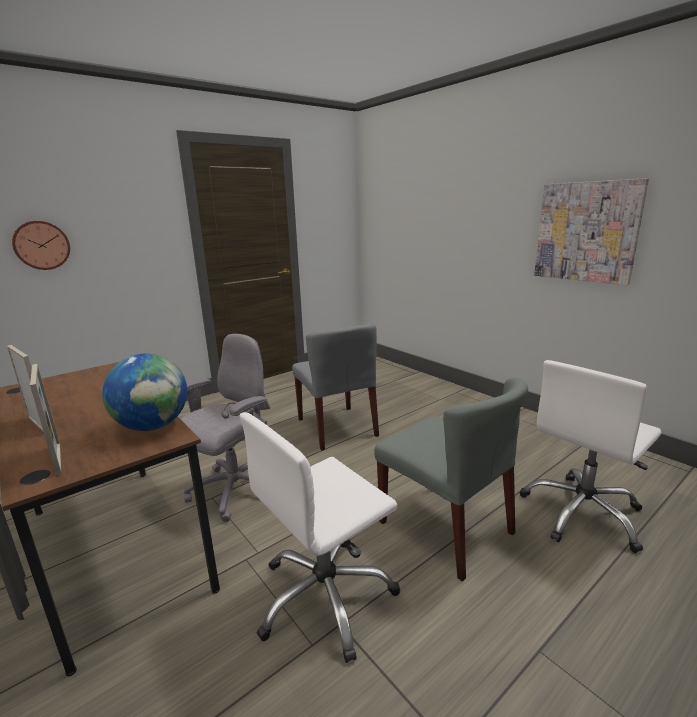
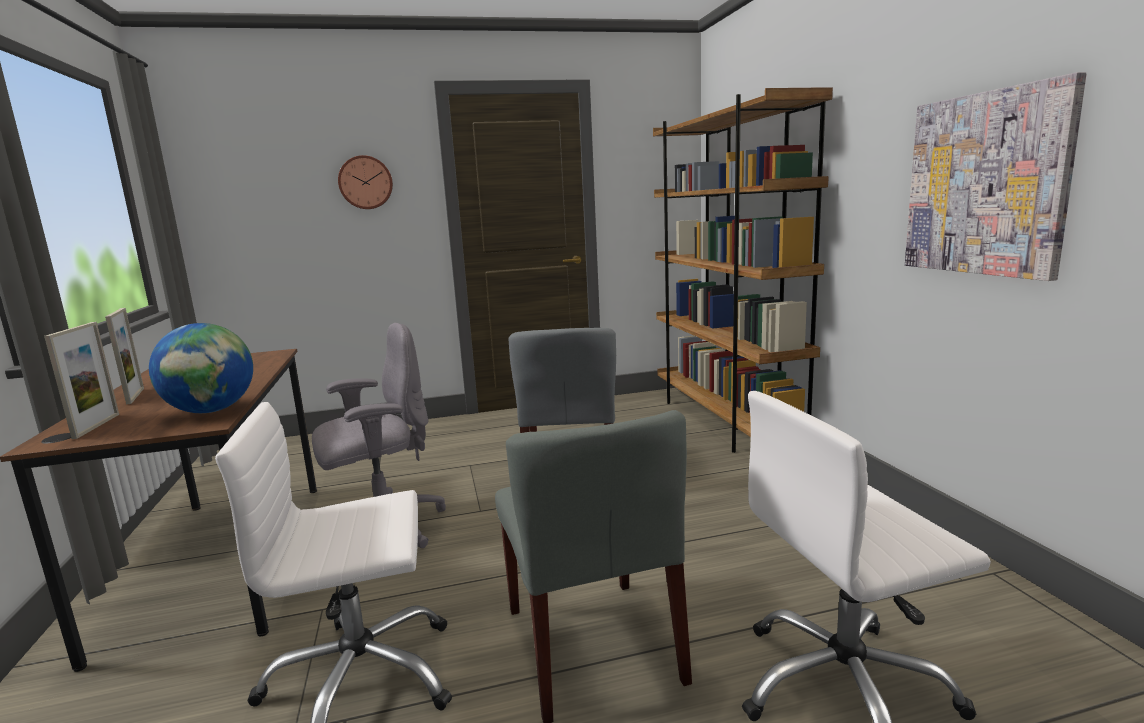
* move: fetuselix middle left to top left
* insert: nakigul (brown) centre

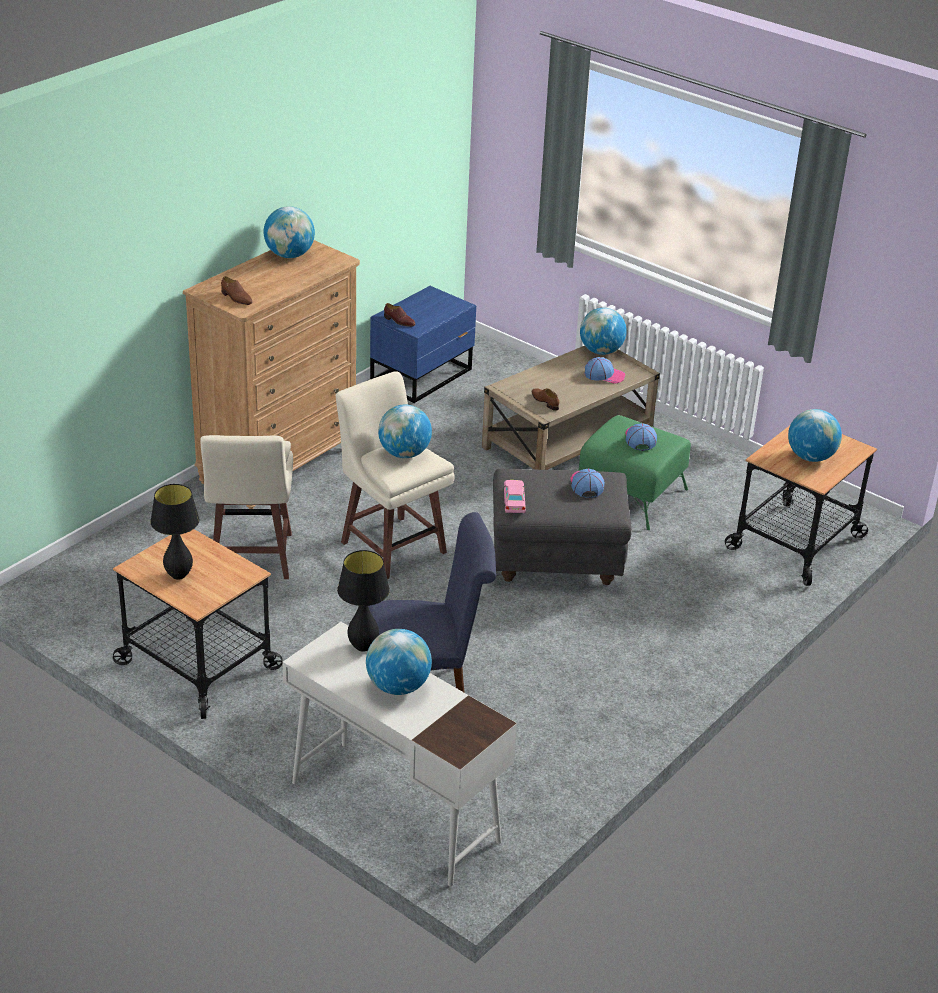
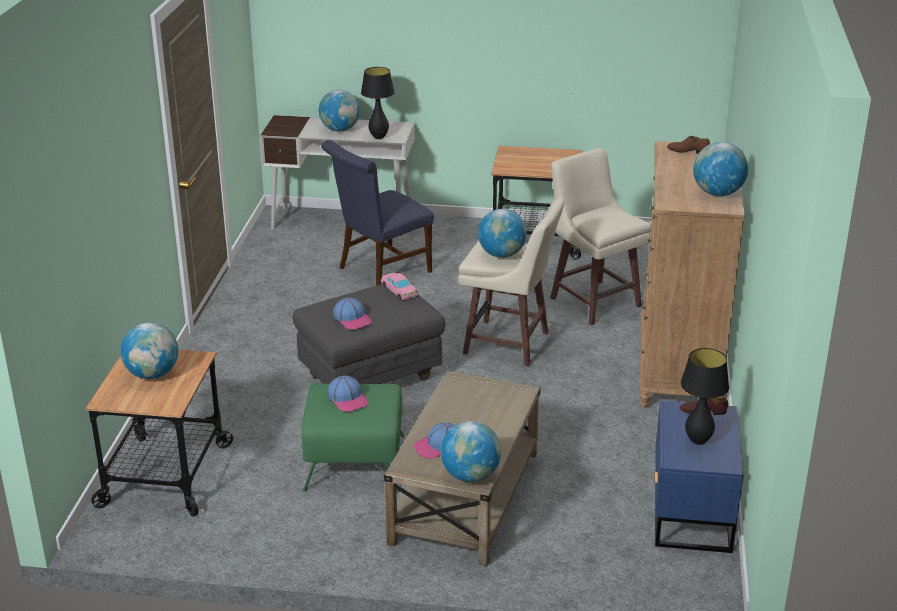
* move: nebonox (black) (1st from left in the first image) middle left to nebonox (black) (2nd from left) middle right
* delete: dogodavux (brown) (3rd from left) centre

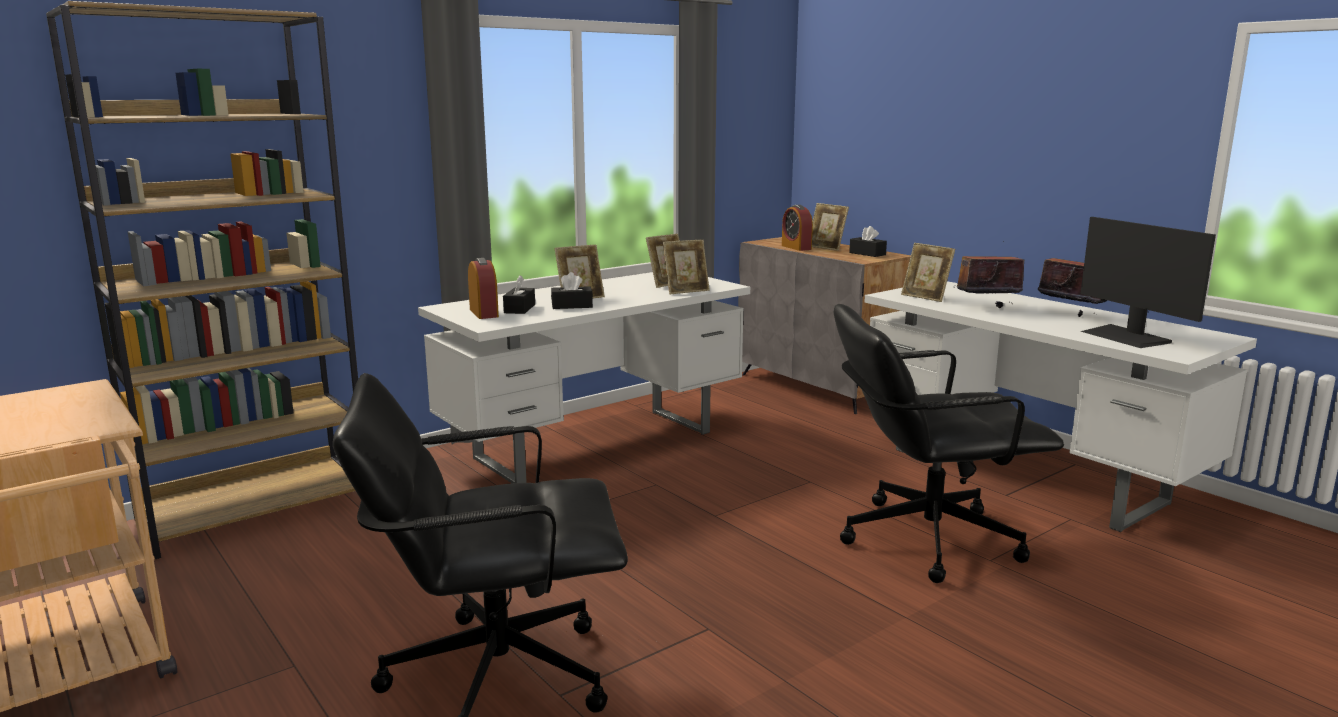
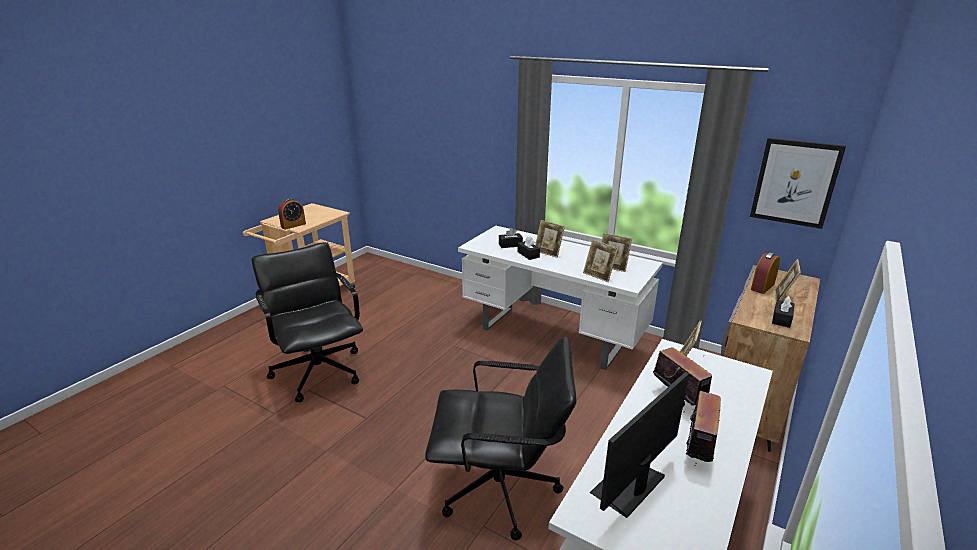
* delete: nakigul (brown) middle left
* move: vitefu (1st from left) centre to middle left
* rotate: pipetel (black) (2nd from left) middle right = bottom centre 120 degrees clockwise
* insert: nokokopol top right

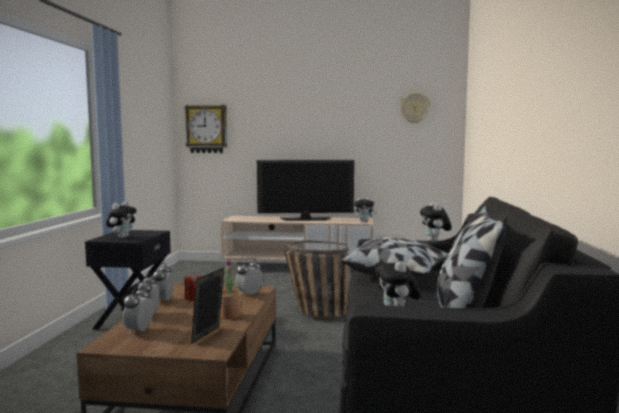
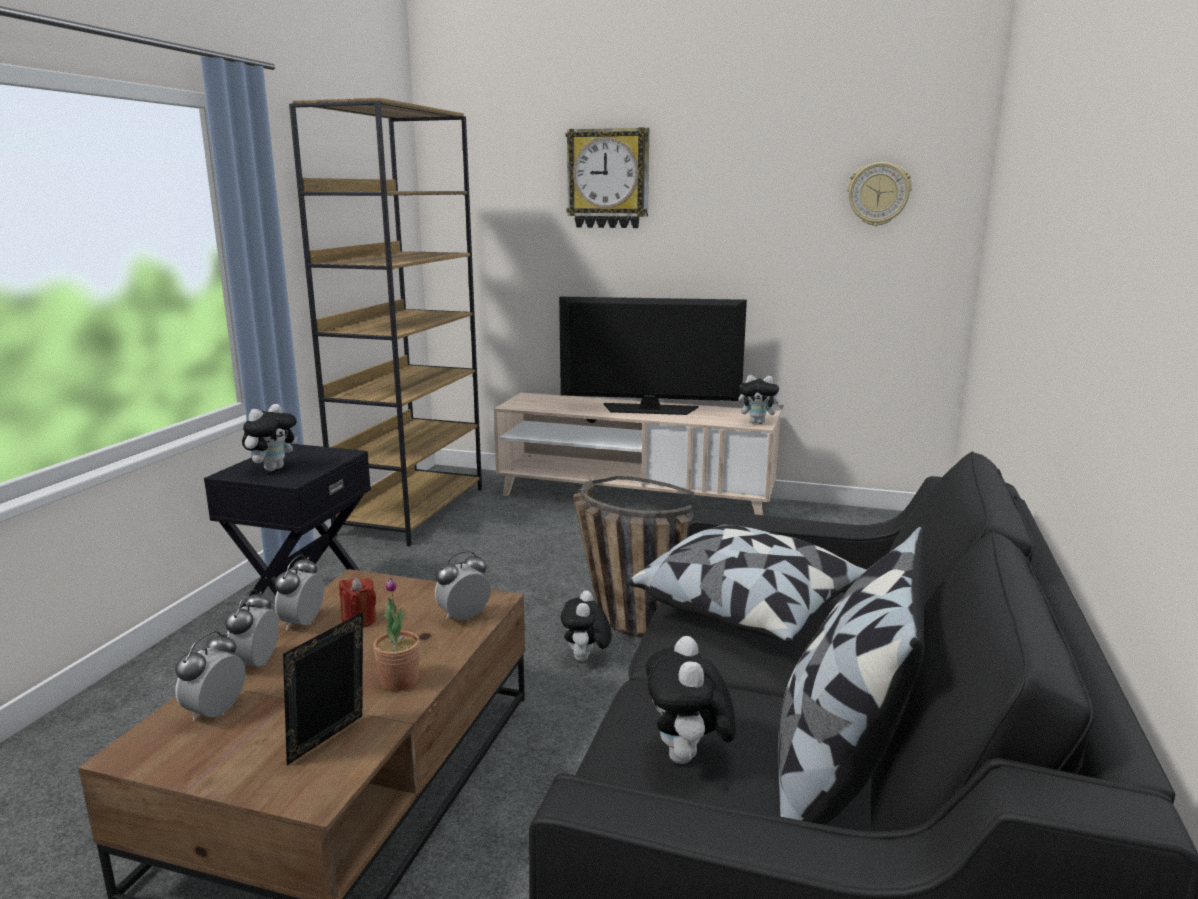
* move: fetuselix (1st from left) top left to top centre
* move: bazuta (4th from left in the first image) middle right to bazuta (2nd from left) bottom centre
* insert: nakigul (brown) middle left

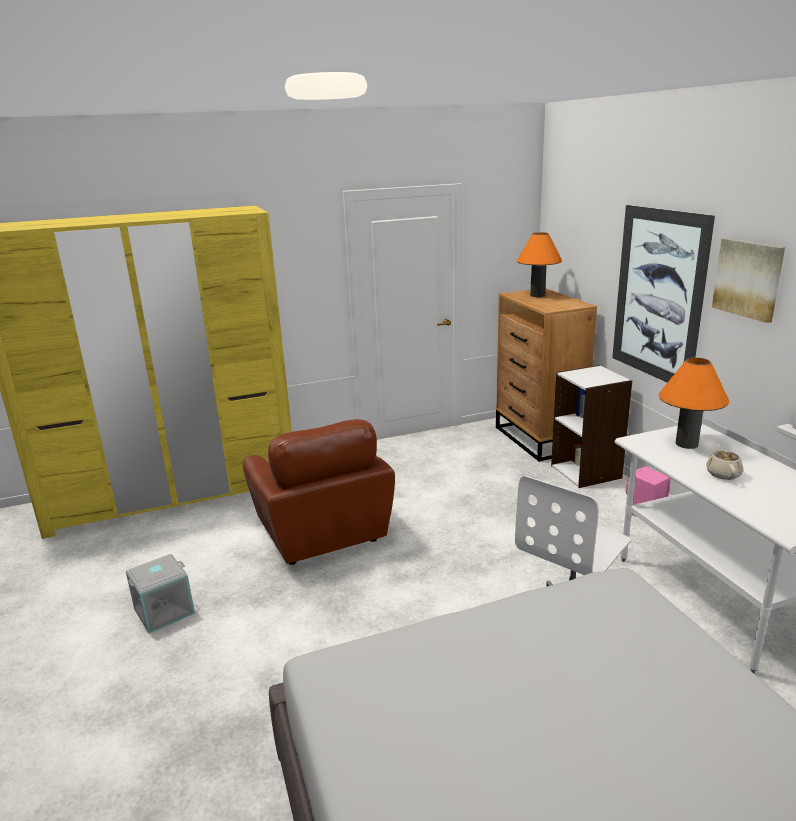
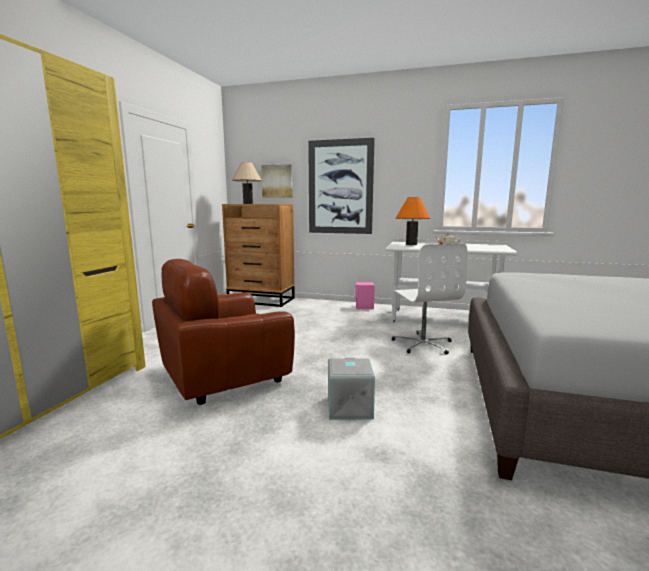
* move: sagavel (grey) bottom left to bottom centre
* rotate: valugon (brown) centre = centre 135 degrees clockwise
* recolor: nebonox (orange) (1st from left) top right to nebonox (beige) top centre
* delete: nakigul (white) middle right
* move: nokokopol (2nd from left in the first image) middle right to nokokopol (1st from left) top centre

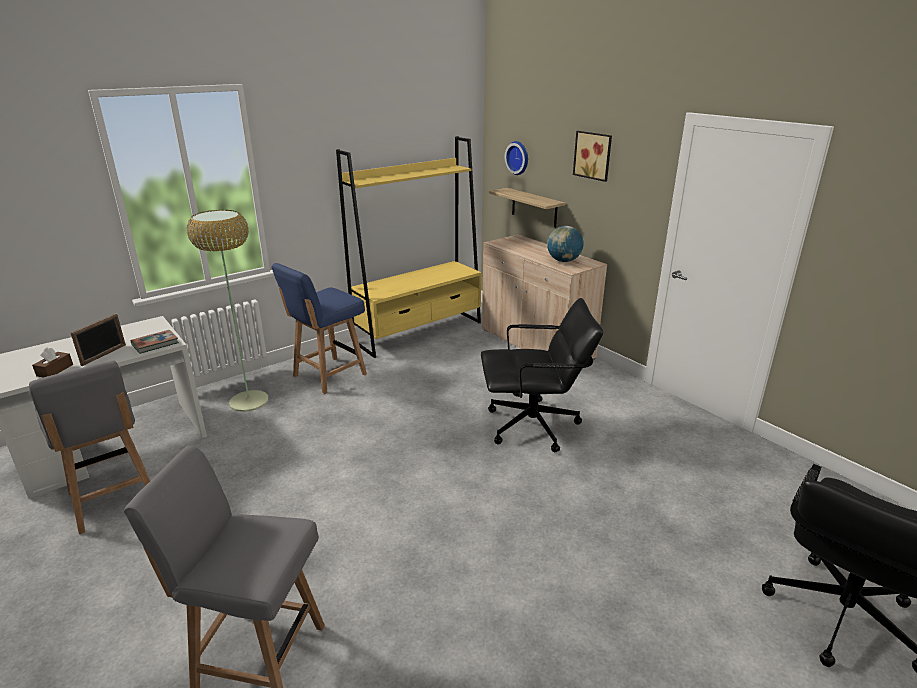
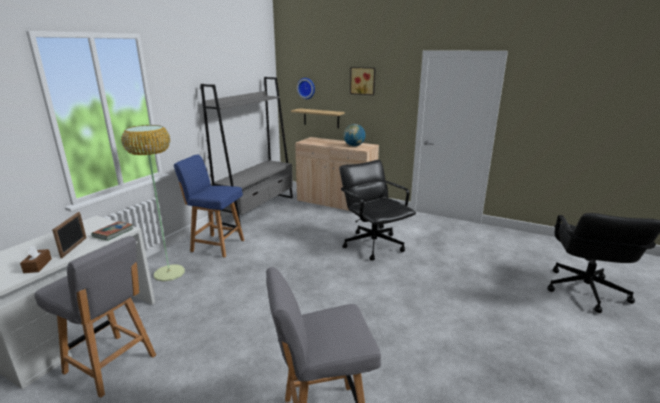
* rotate: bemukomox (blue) centre = middle left 90 degrees clockwise
* recolor: nakigul (yellow) centre to nakigul (grey) centre
* rotate: pipetel (black) (1st from left) centre = centre 90 degrees counterclockwise

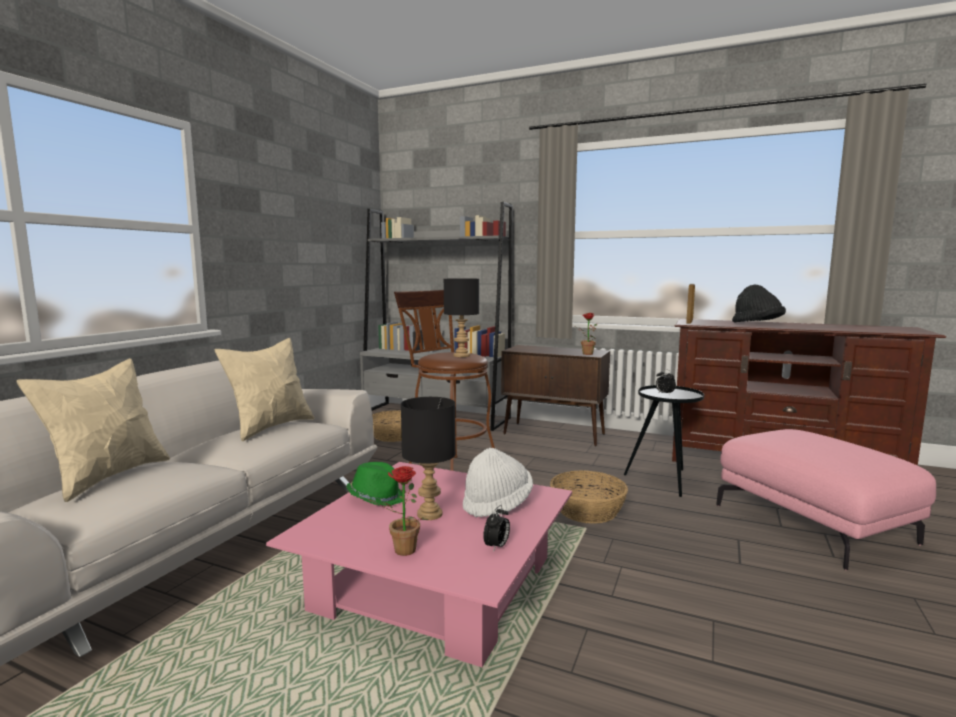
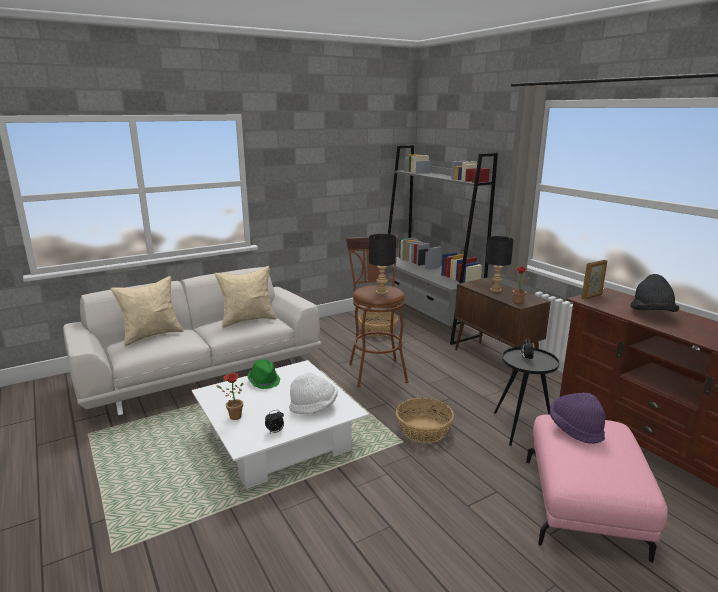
* recolor: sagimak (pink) bottom centre to sagimak (white) bottom centre
* move: nebonox (black) (1st from left in the first image) centre to nebonox (black) (2nd from left) middle right
* insert: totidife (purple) bottom right

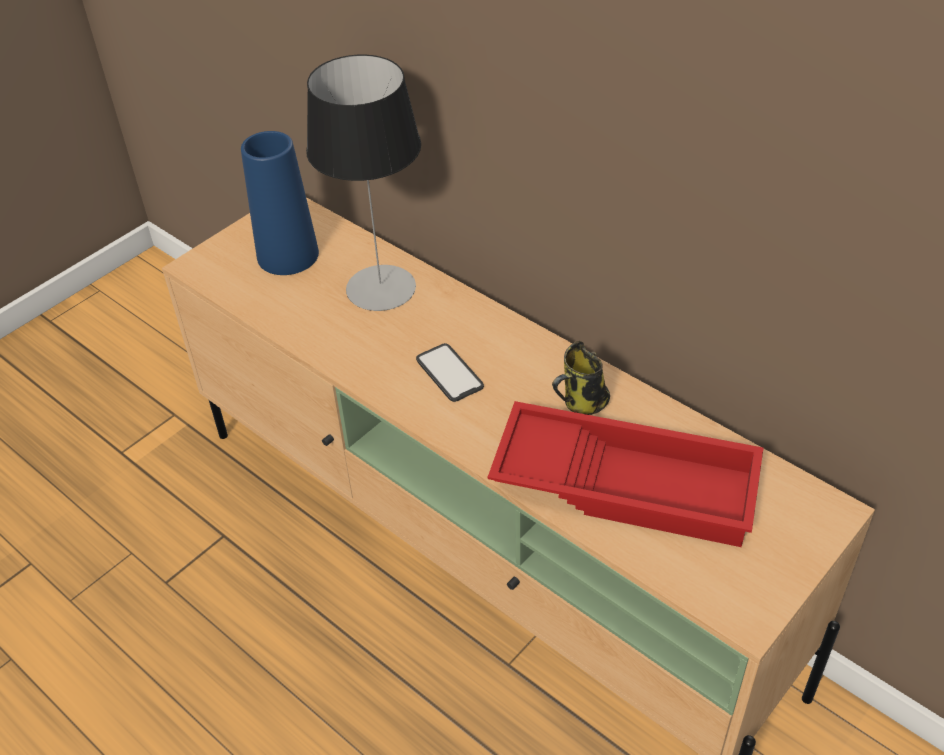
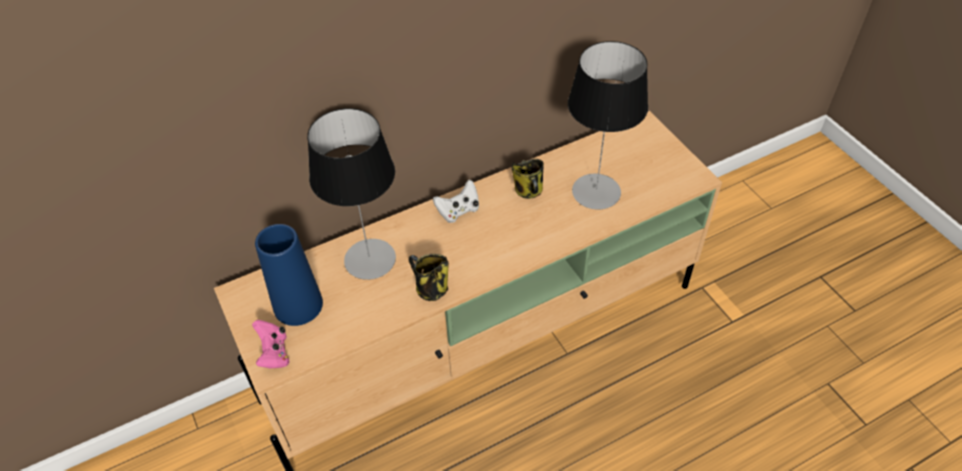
* delete: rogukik centre
* replace: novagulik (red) centre to nebonox (2nd from left) top centre
* insert: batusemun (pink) bottom left
* insert: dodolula (1st from left) centre
* insert: batusemun (white) centre

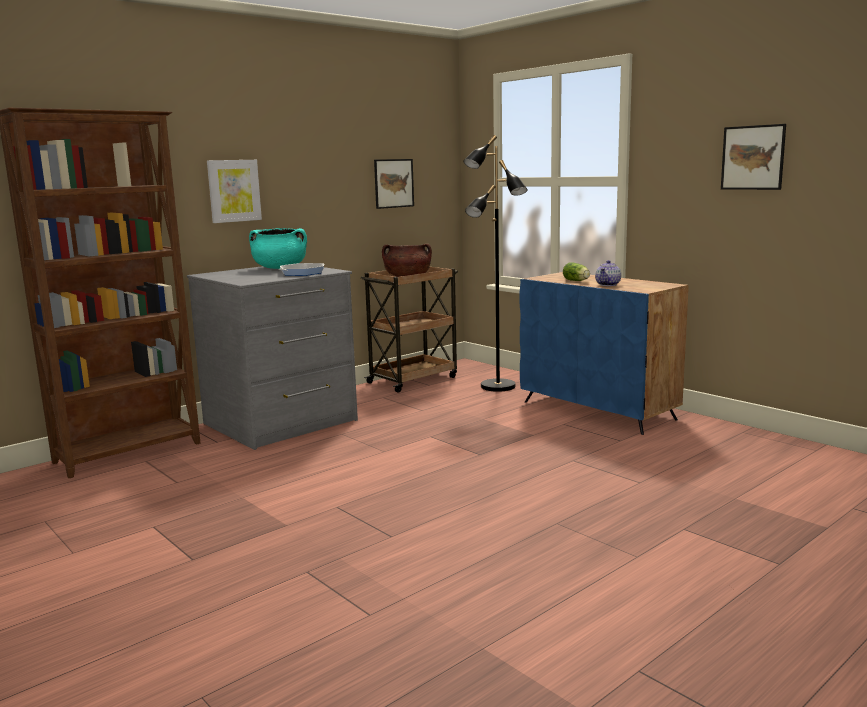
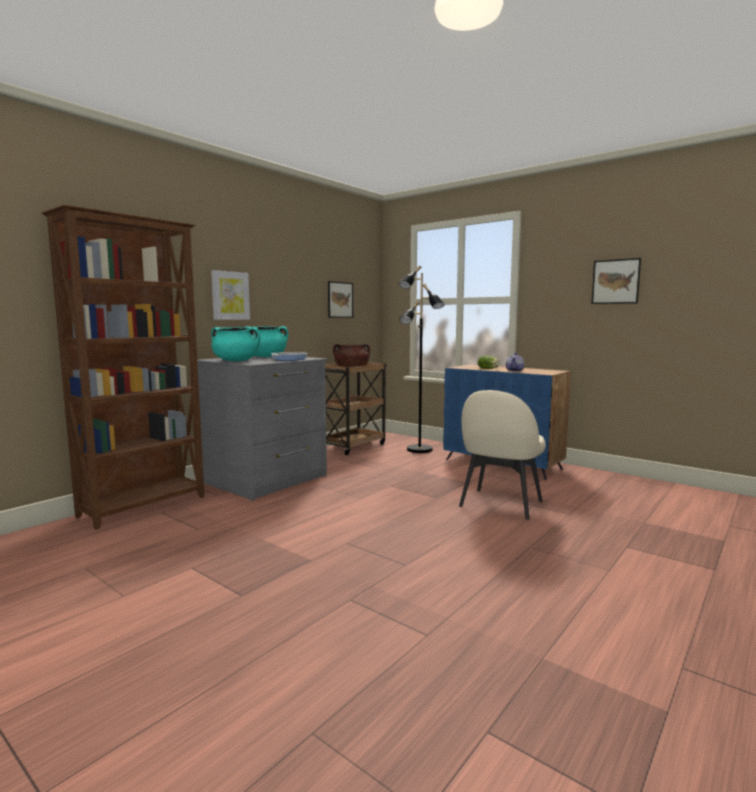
* insert: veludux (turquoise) (1st from left) middle left
* insert: bemukomox (beige) centre

